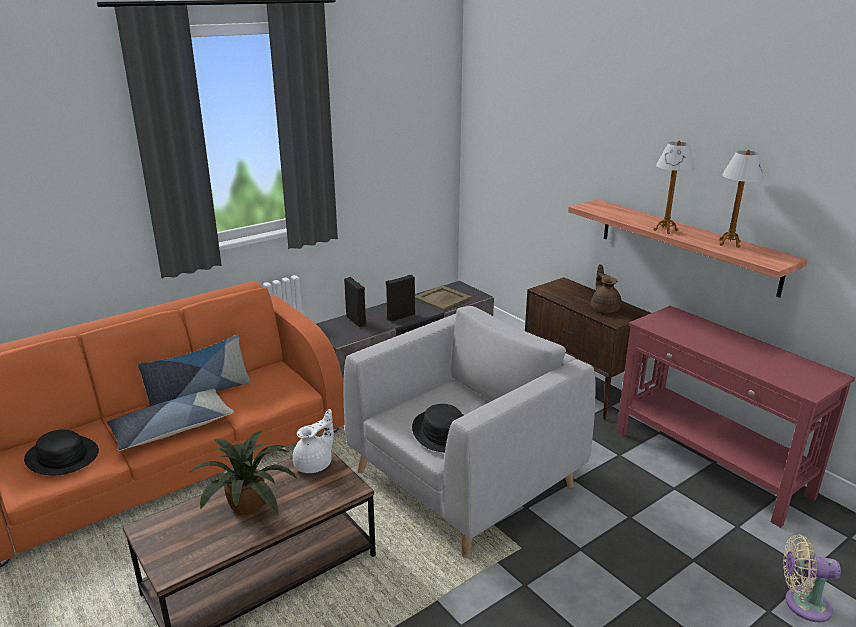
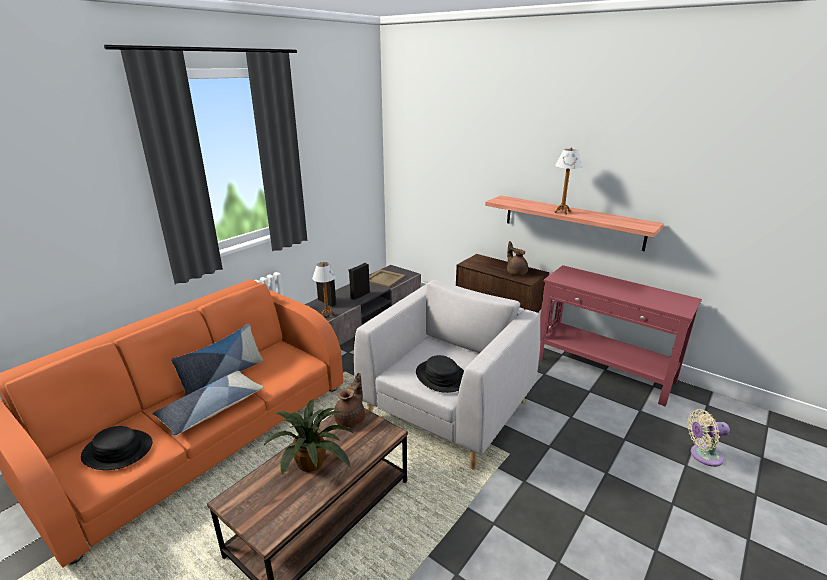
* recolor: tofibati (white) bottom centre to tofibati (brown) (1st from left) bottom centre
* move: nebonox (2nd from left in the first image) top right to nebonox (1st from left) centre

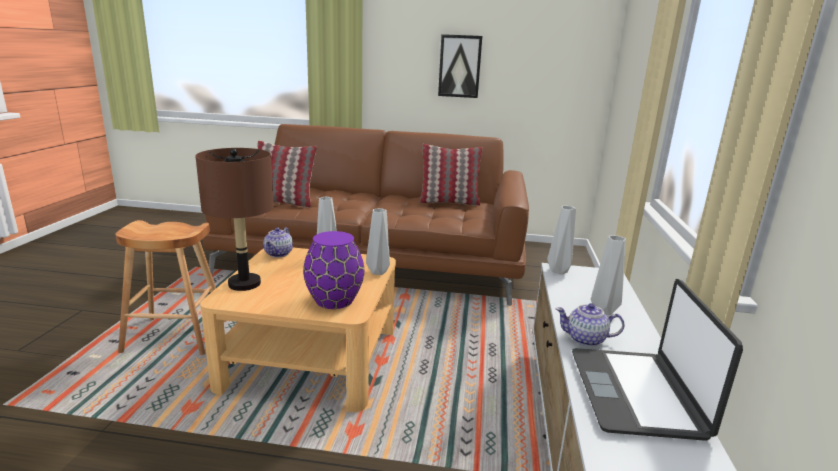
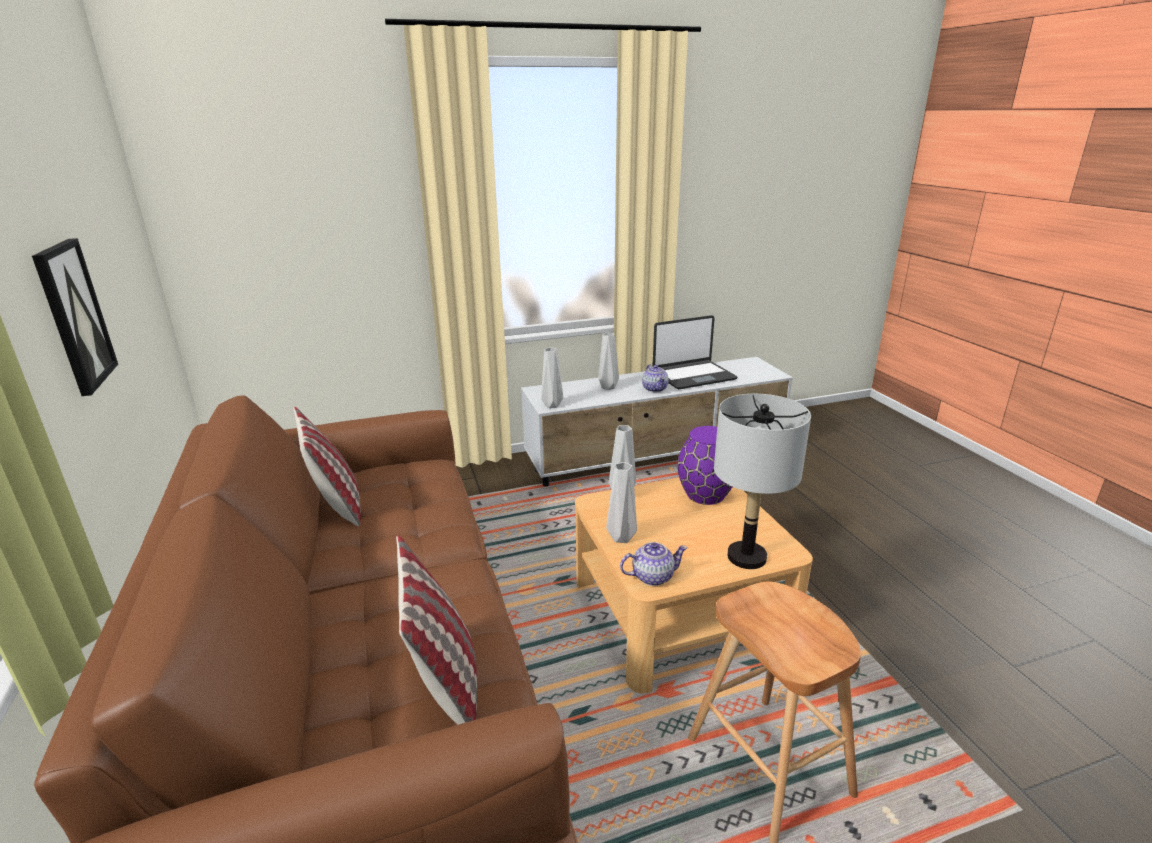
* recolor: nebonox (brown) middle left to nebonox (grey) centre

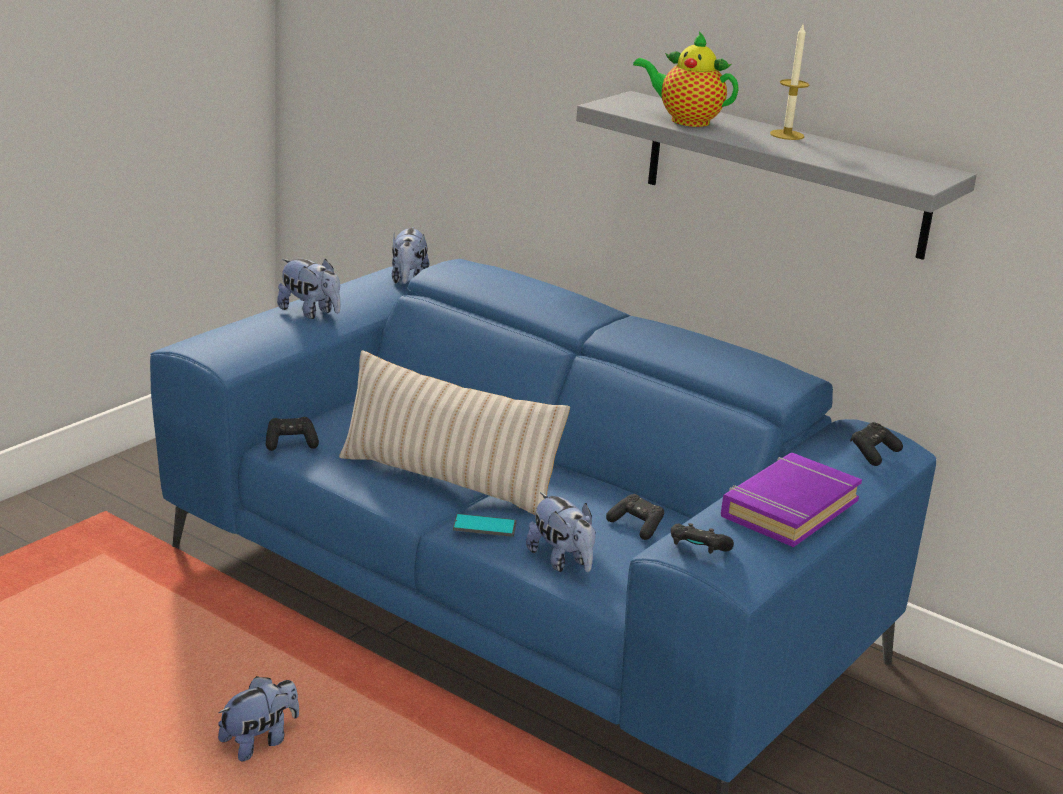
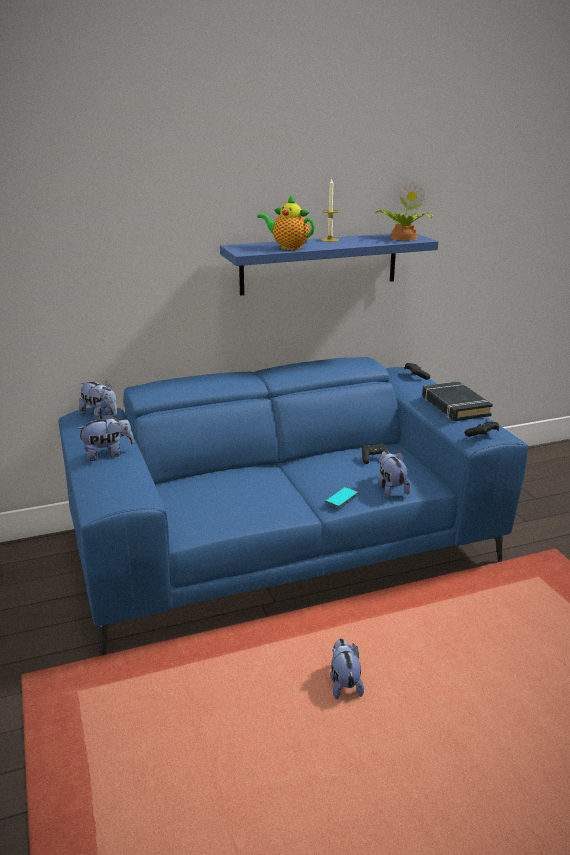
* delete: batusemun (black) (1st from left) middle left
* delete: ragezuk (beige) centre
* rotate: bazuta (4th from left) bottom centre = middle right 105 degrees counterclockwise
* recolor: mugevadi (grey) top right to mugevadi (blue) top centre
* rotate: tofibati top centre = top centre 60 degrees clockwise
* recolor: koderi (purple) middle right to koderi (black) middle right
* insert: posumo top right

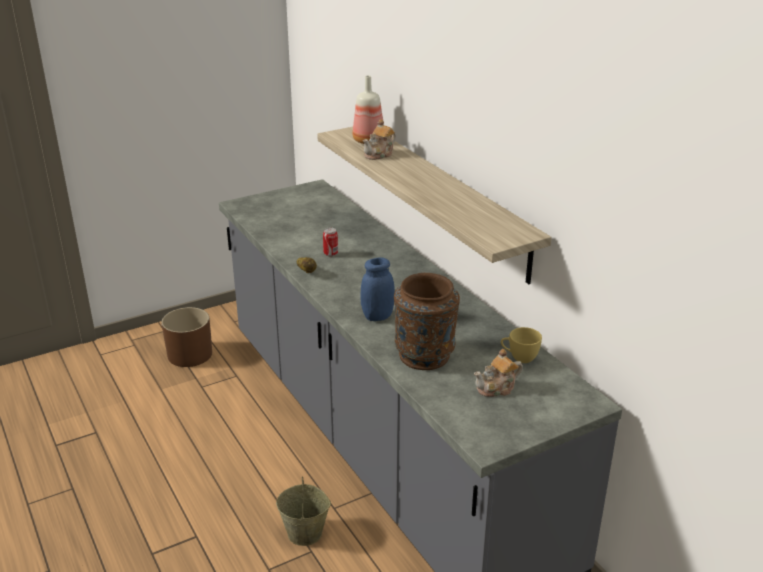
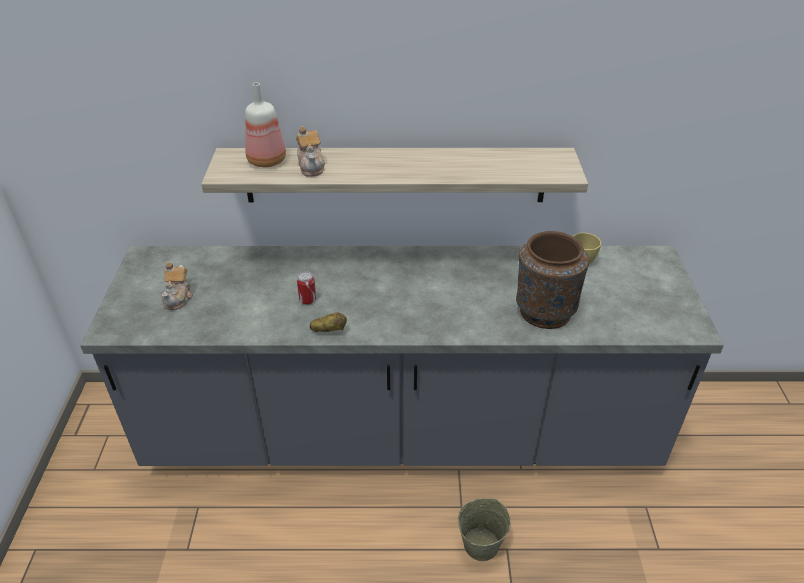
* delete: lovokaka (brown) middle left
* delete: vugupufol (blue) centre
* move: tofibati (2nd from left in the first image) centre to tofibati (1st from left) middle left

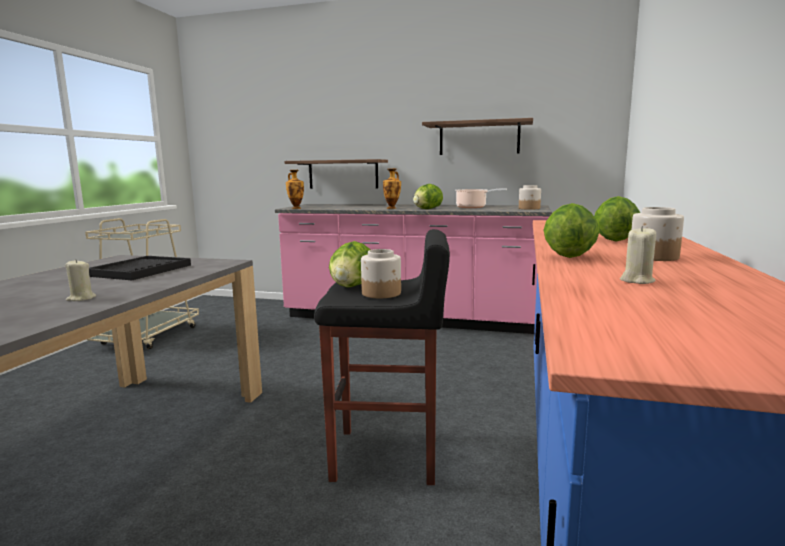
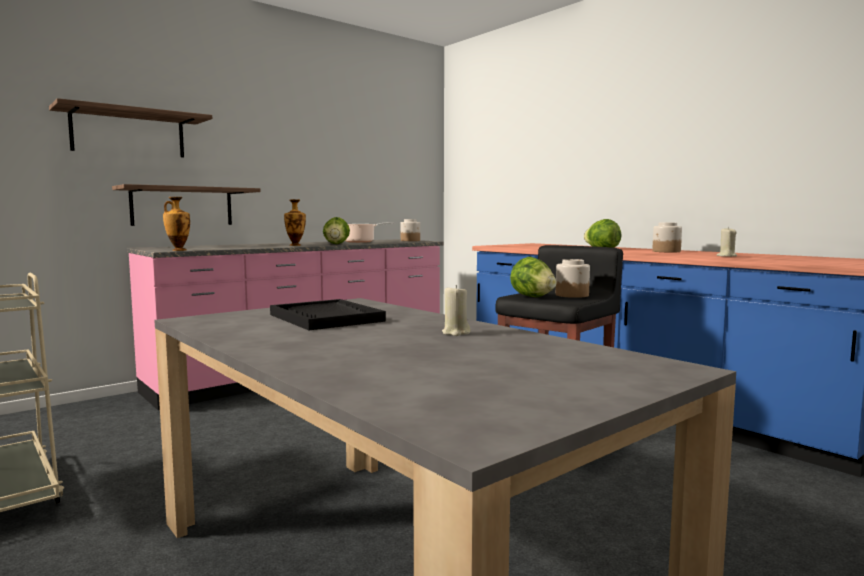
* move: mugevadi (2nd from left in the first image) top centre to mugevadi (1st from left) top left
* delete: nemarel (3rd from left) middle right

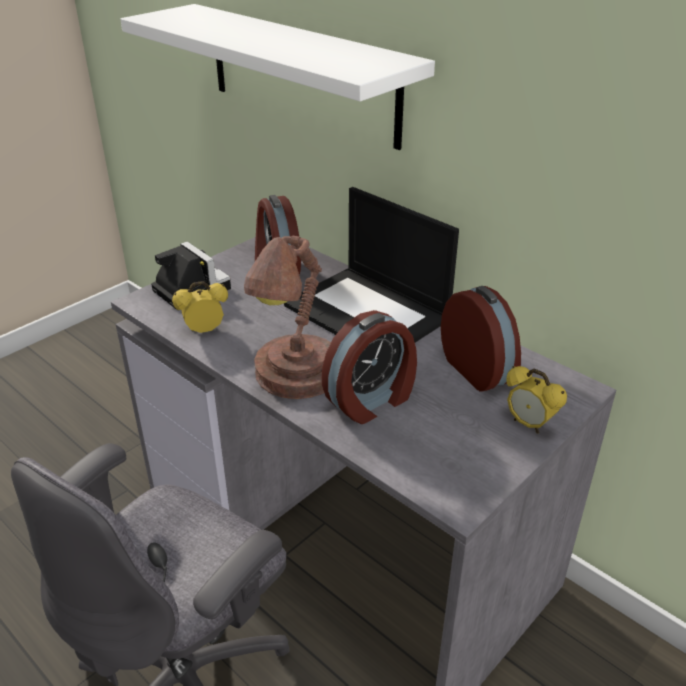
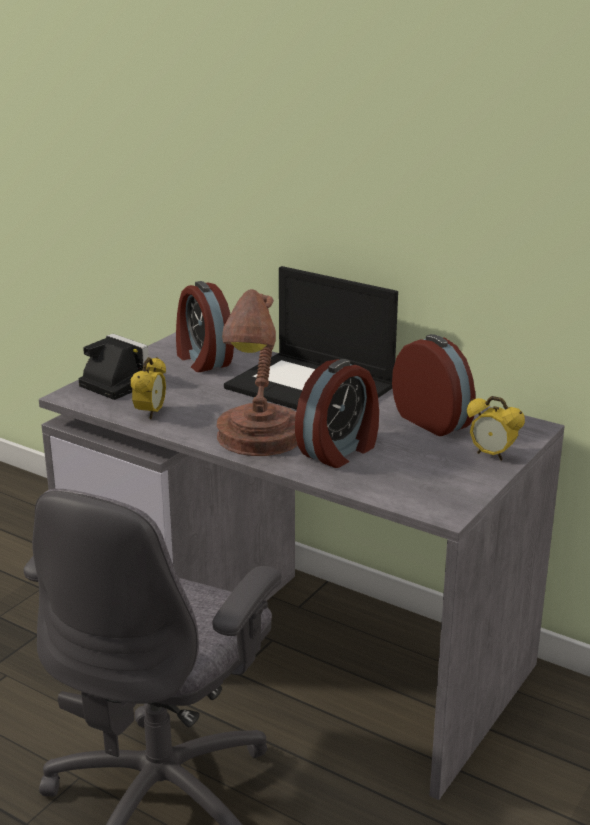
* delete: mugevadi (white) top centre
* rotate: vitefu (1st from left) middle left = middle left 135 degrees clockwise

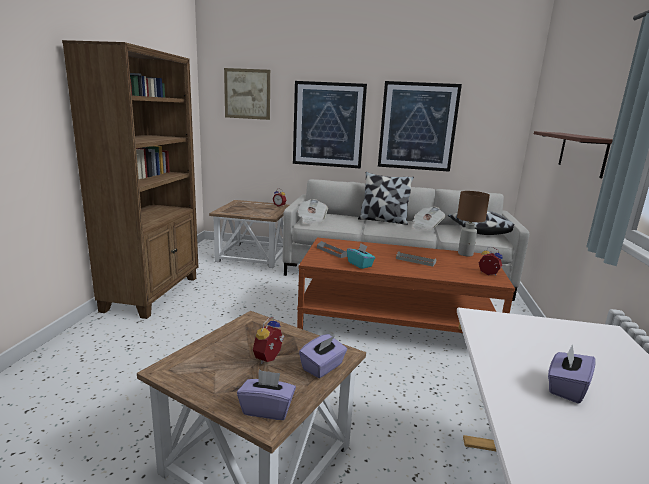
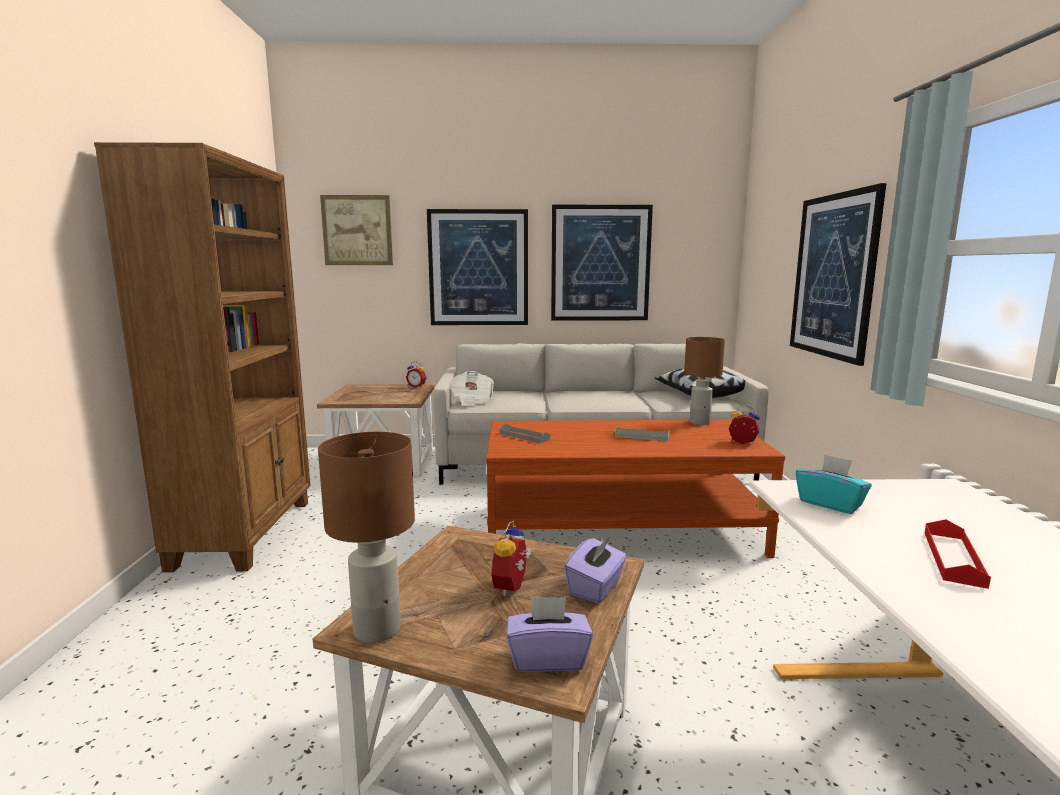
* move: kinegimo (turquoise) centre to middle right
* delete: ragezuk (1st from left) centre
* delete: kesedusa (2nd from left) centre
* replace: mugevadi top right to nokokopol (4th from left) middle right
* replace: kinegimo (purple) (3rd from left) bottom right to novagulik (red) bottom right
* insert: nebonox (brown) (1st from left) bottom centre

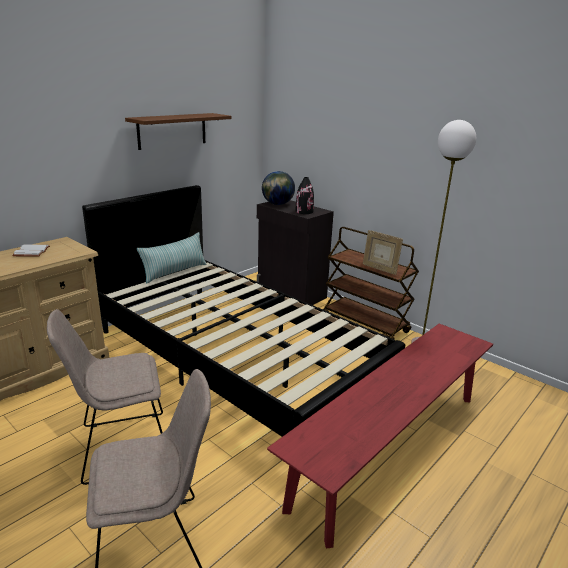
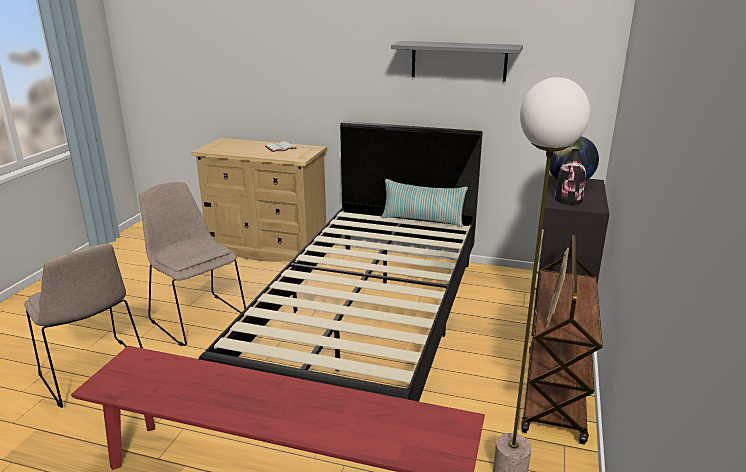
* recolor: mugevadi (brown) top left to mugevadi (grey) top centre

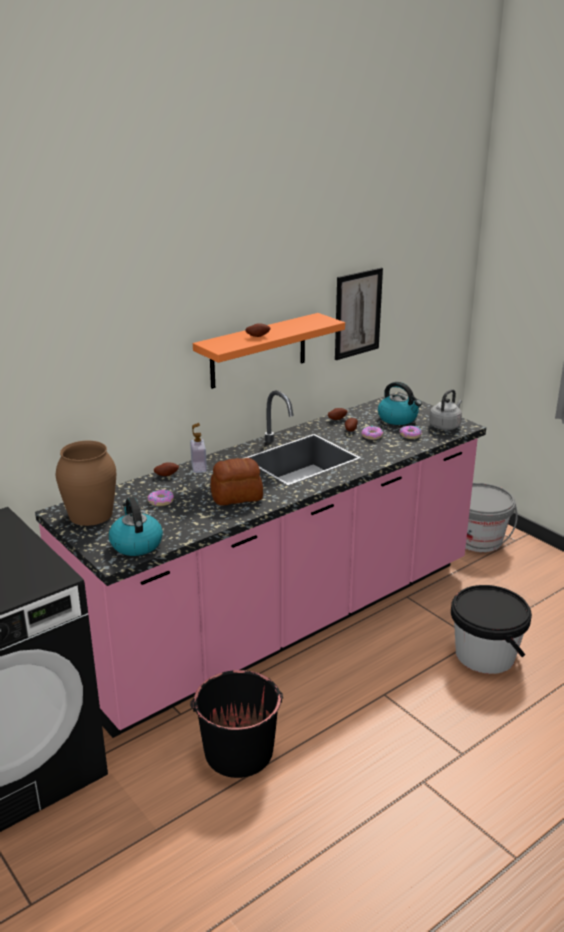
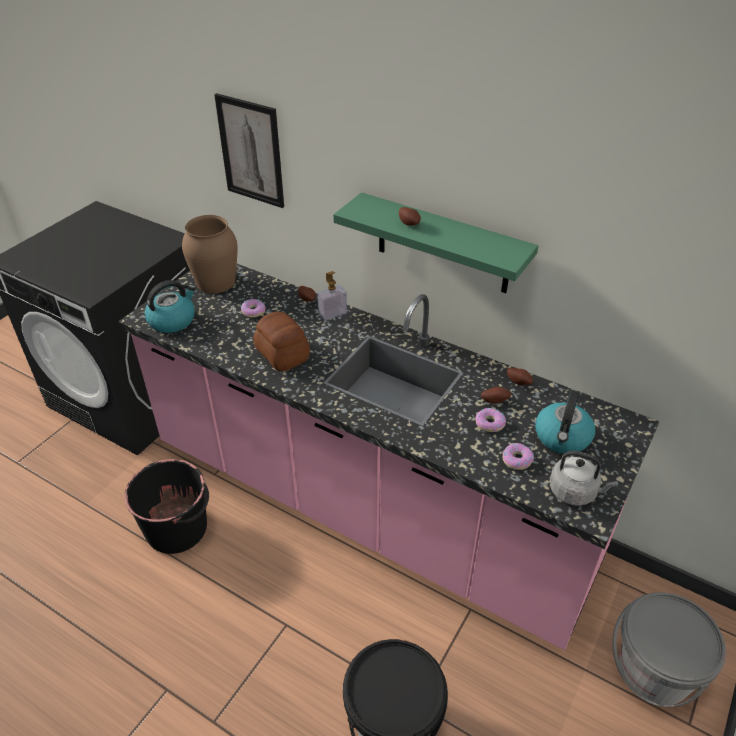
* recolor: mugevadi (orange) centre to mugevadi (green) top centre
* move: nokokopol centre to top centre

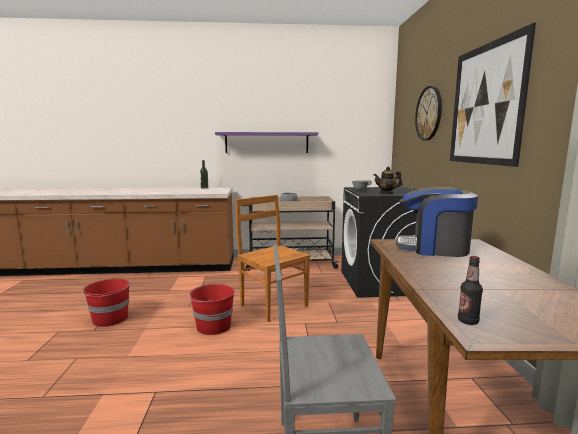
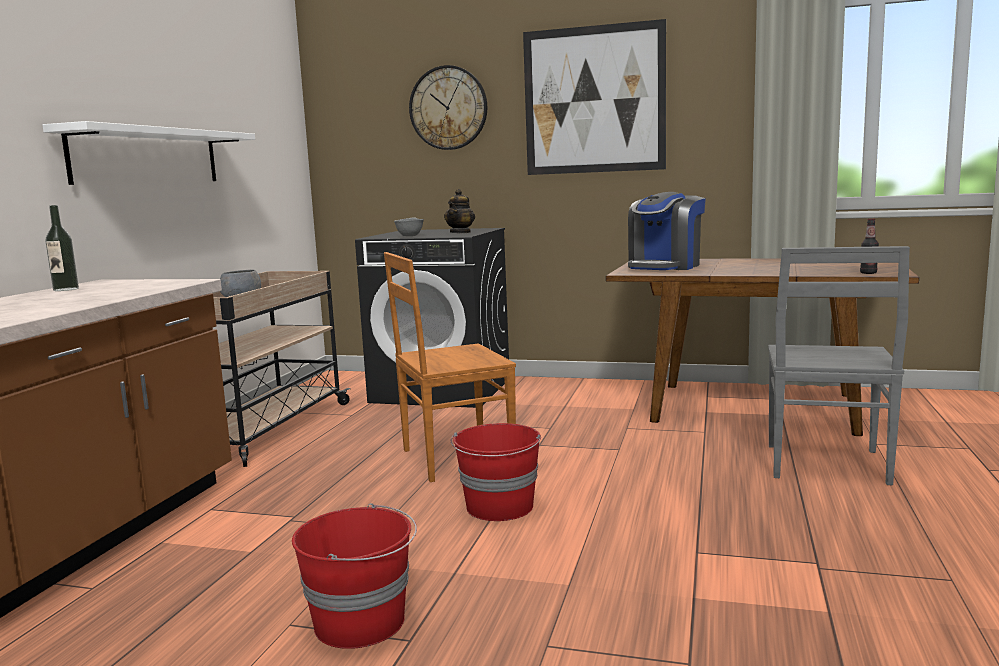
* recolor: mugevadi (purple) top centre to mugevadi (white) top left

